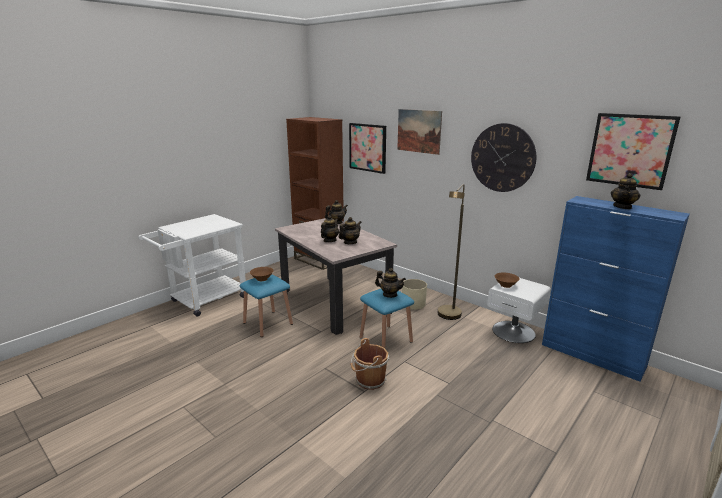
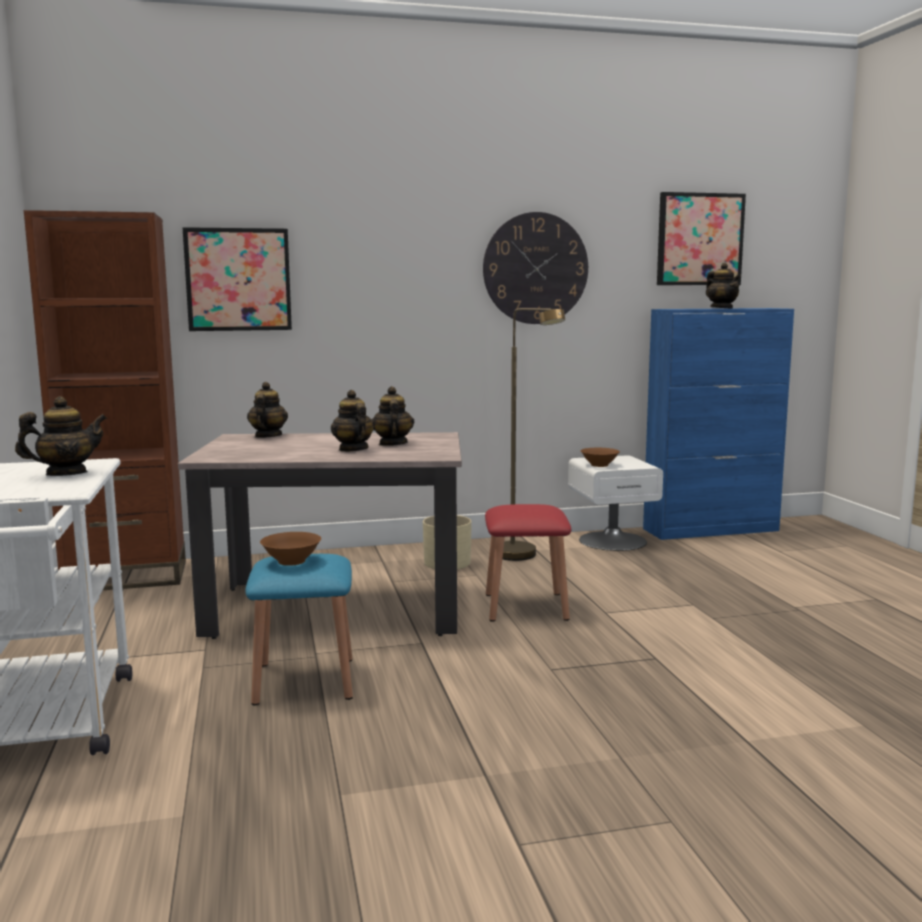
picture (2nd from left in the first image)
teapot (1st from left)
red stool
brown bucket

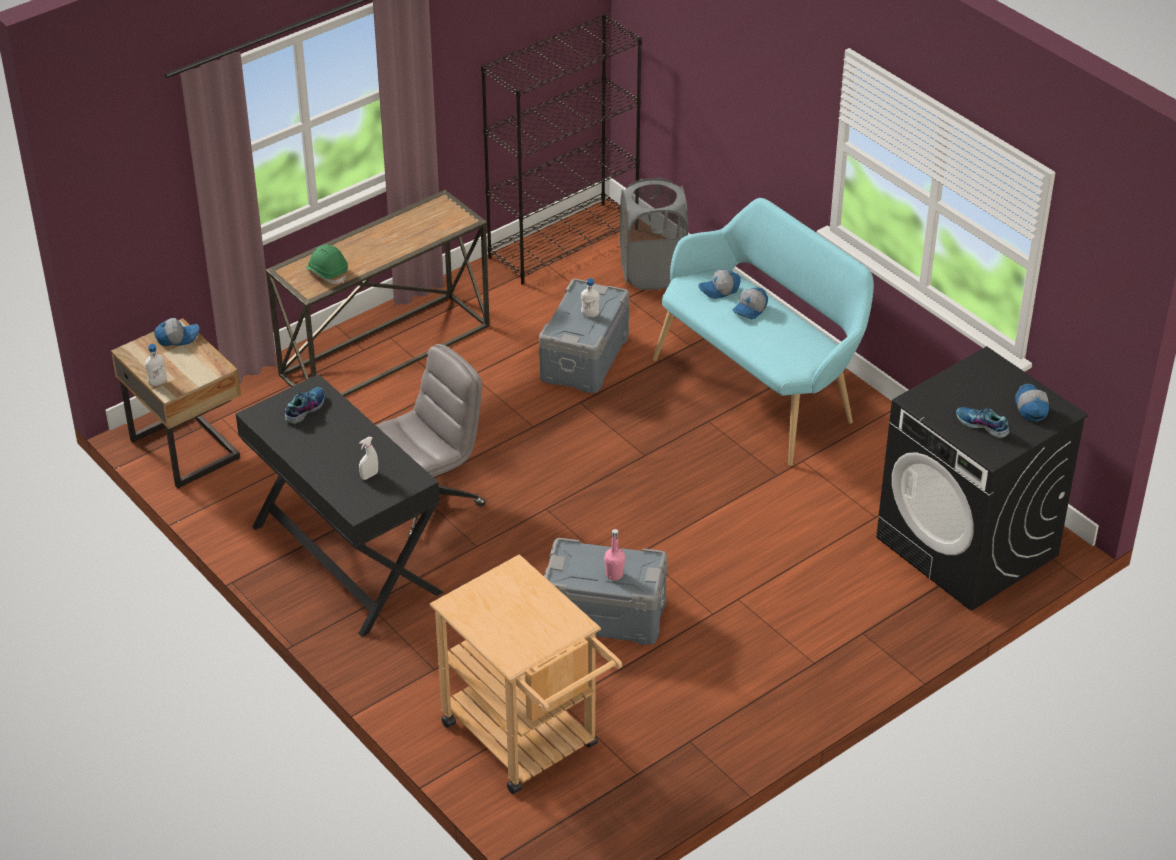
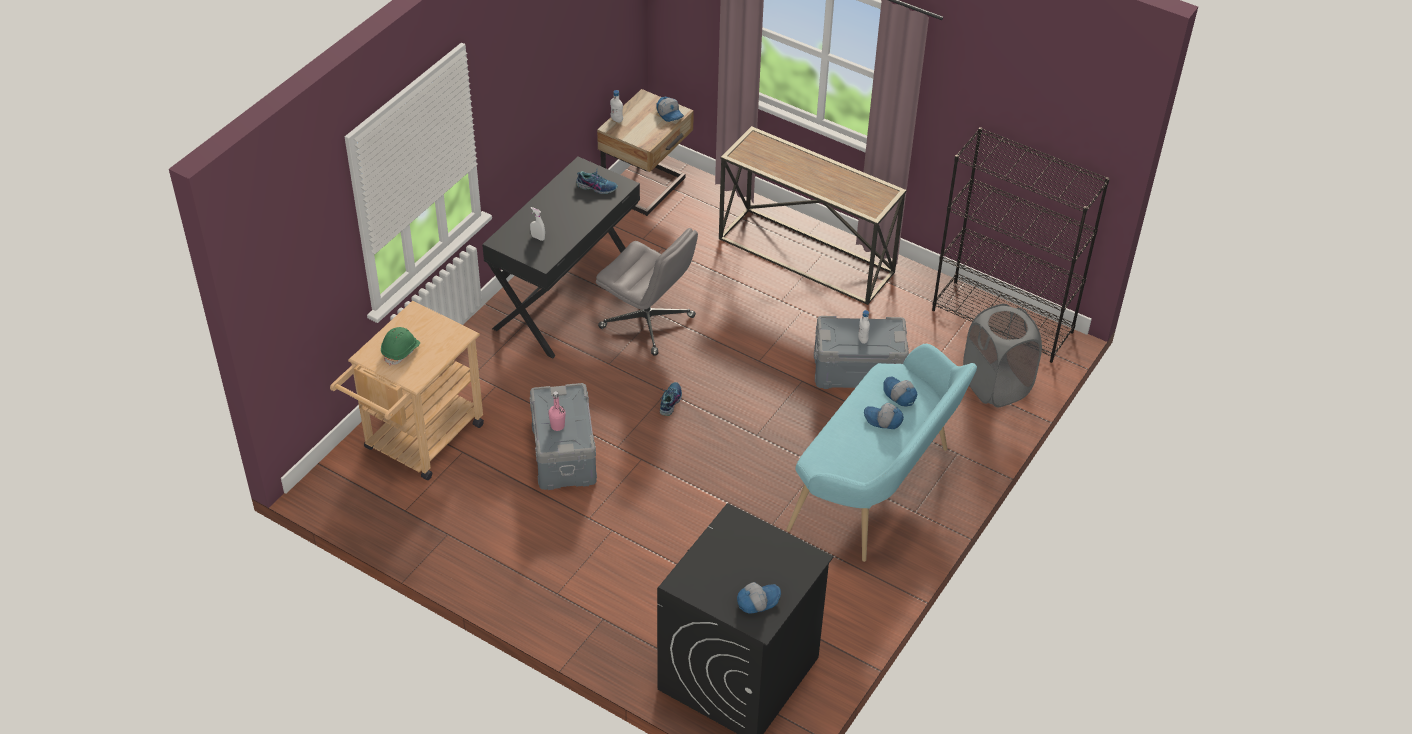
green hard hat
shoe (2nd from left)

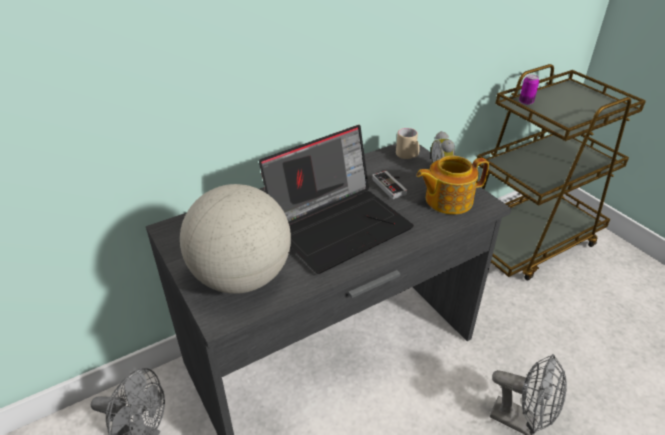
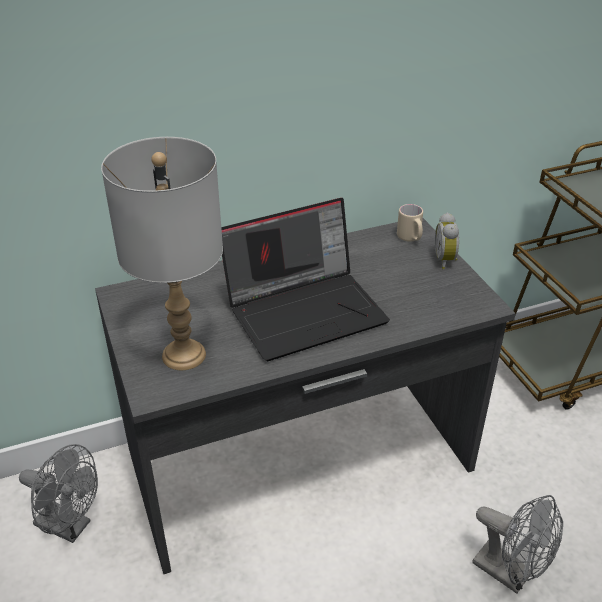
can
teapot
game controller
grey table lamp

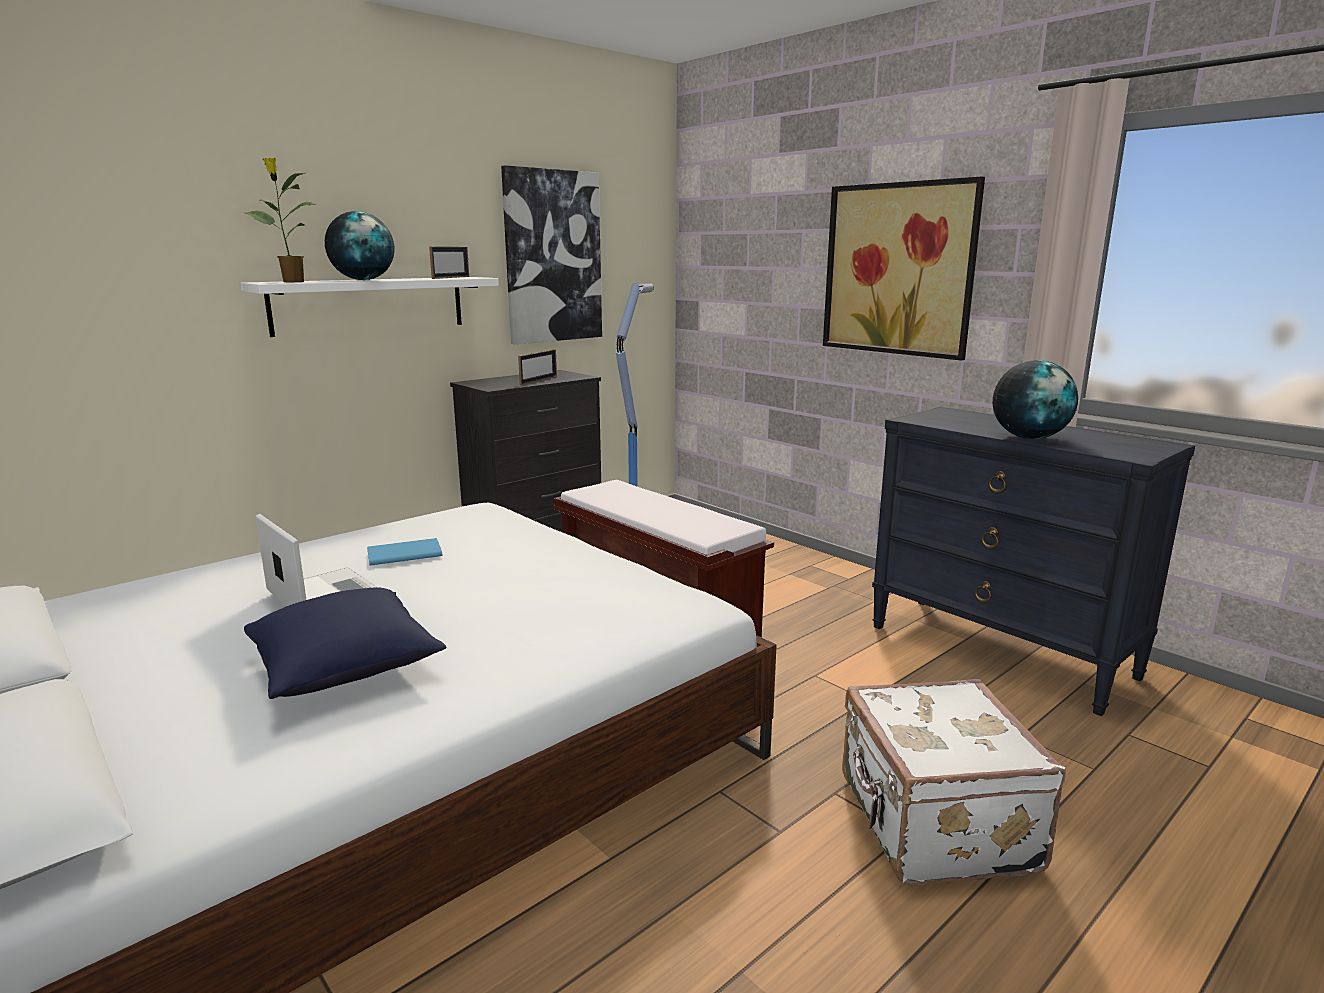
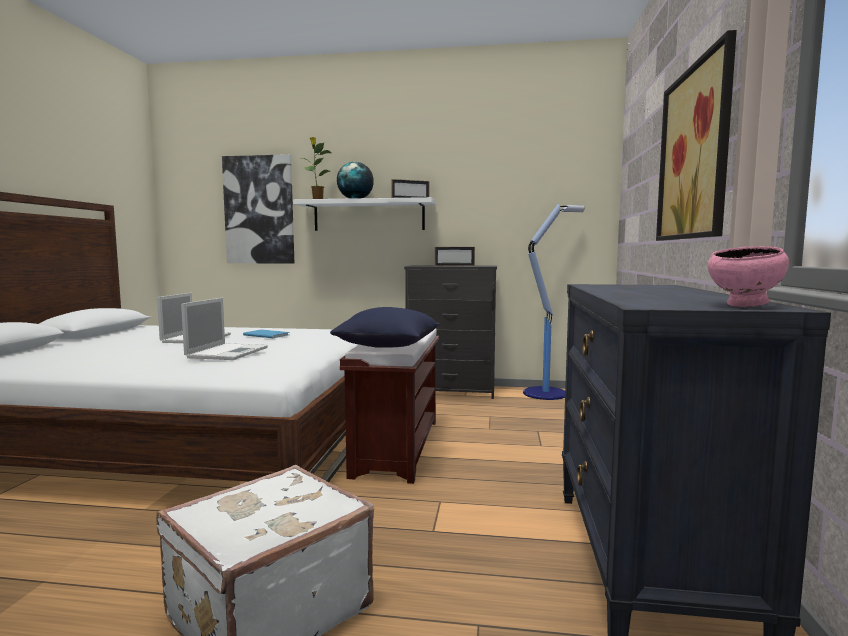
picture (1st from left)
globe (2nd from left in the first image)
blue pillow
pink bowl
laptop (2nd from left)

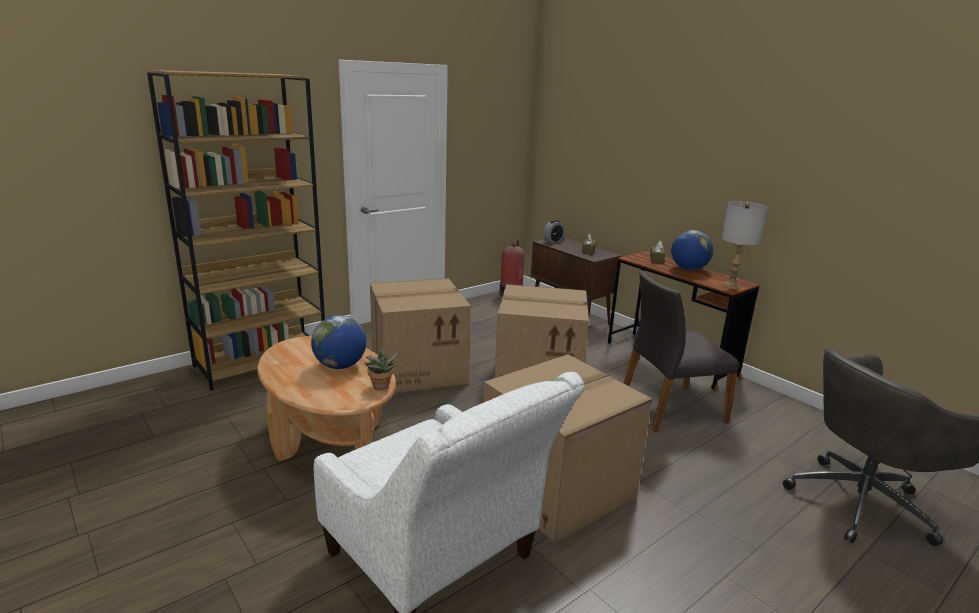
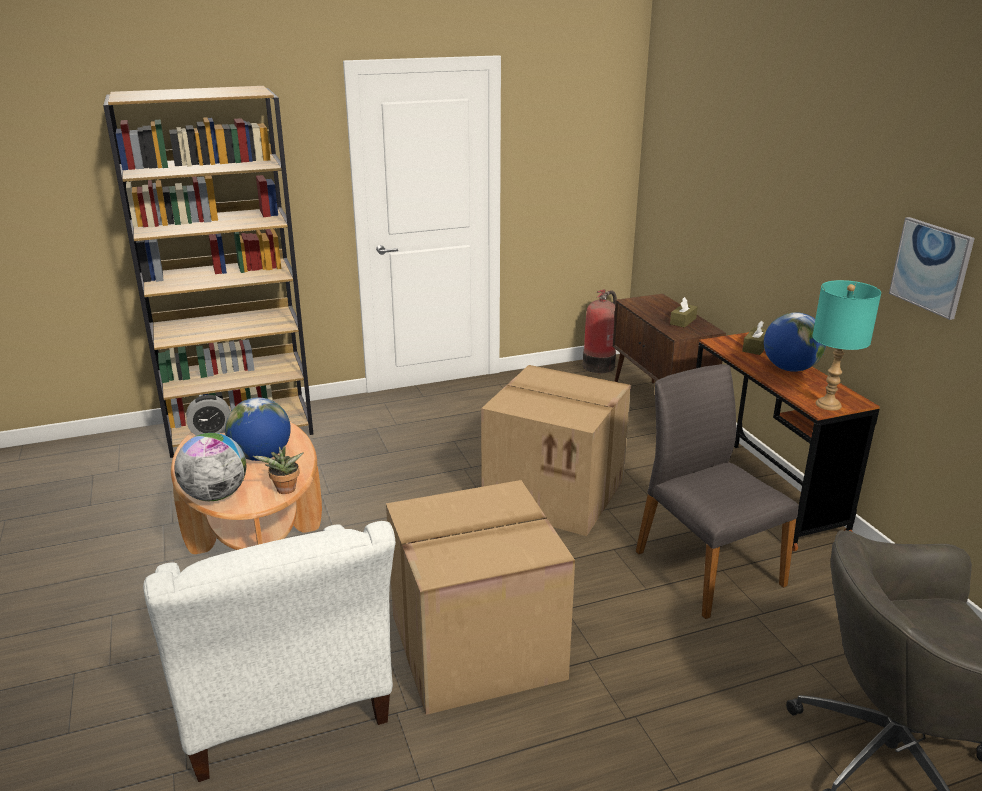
turquoise table lamp
alarm clock
grey chair
cardboard box (1st from left in the first image)
picture
globe (1st from left)

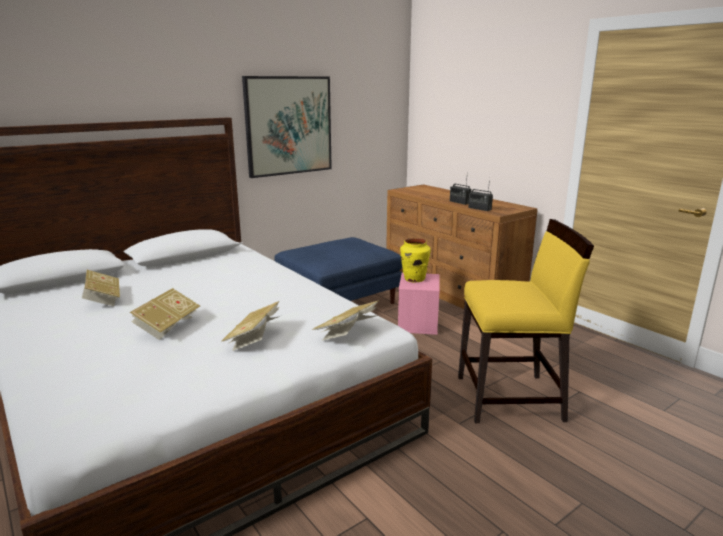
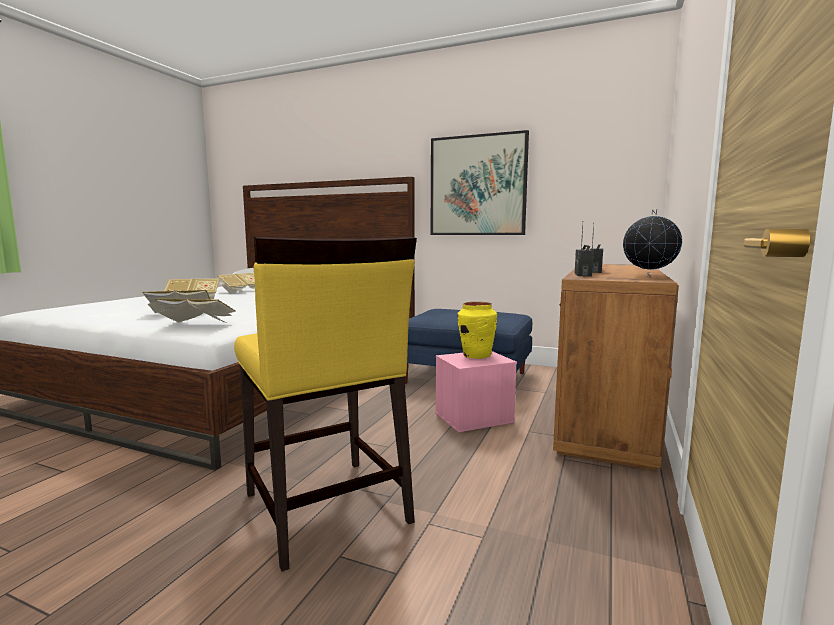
globe

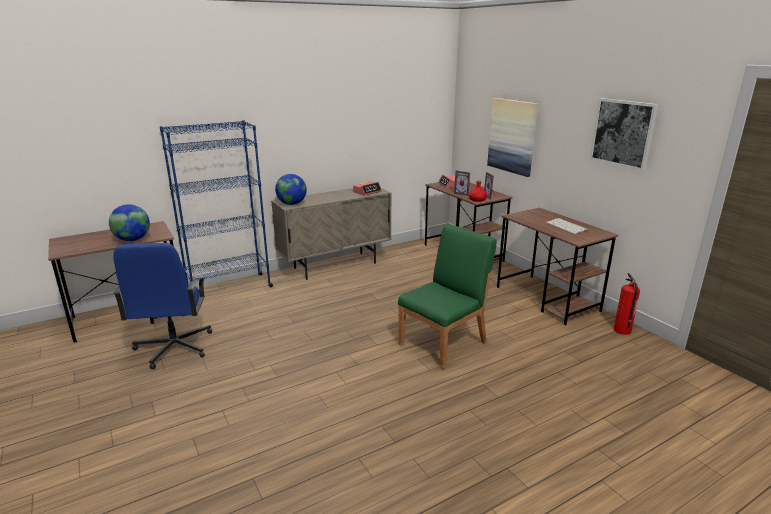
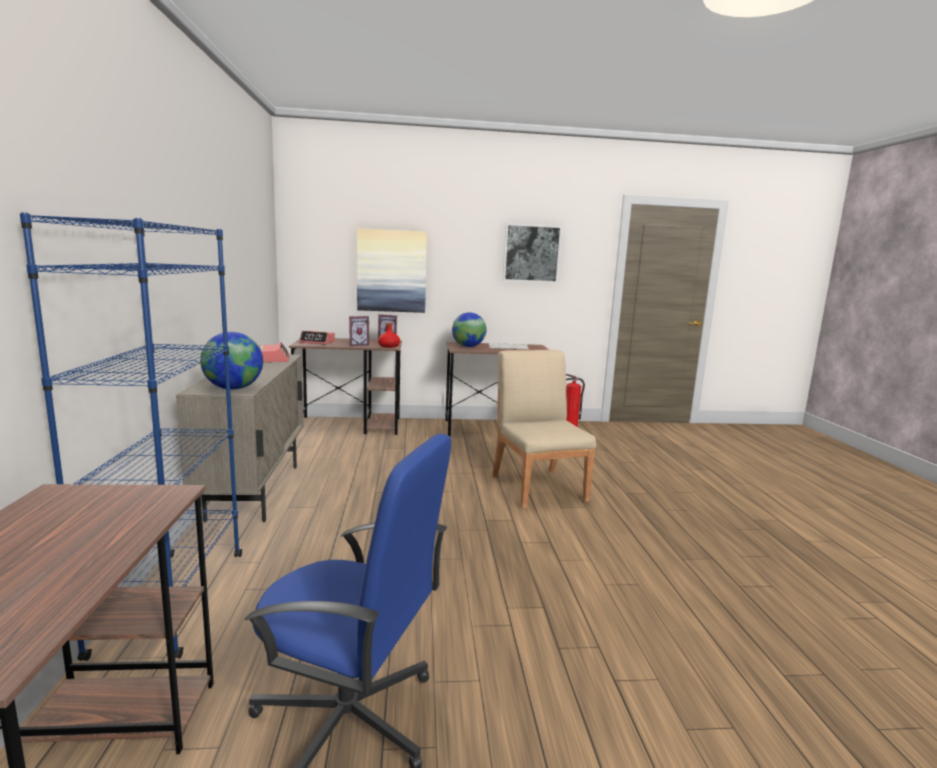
globe (2nd from left)
beige chair

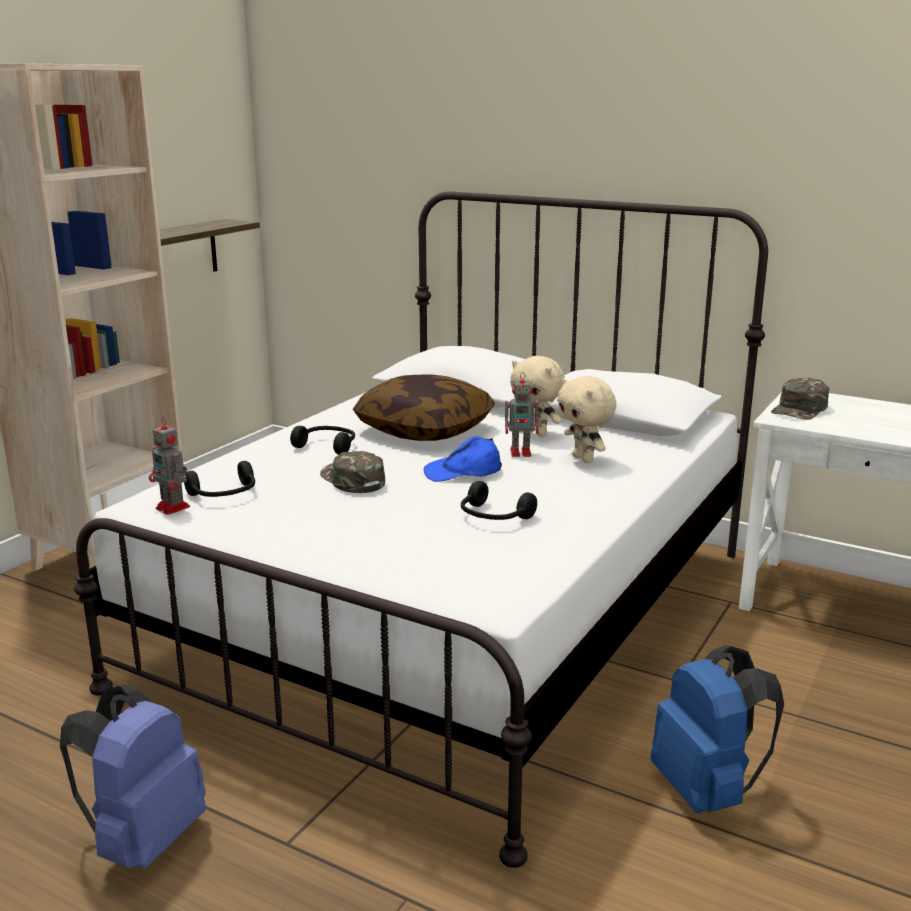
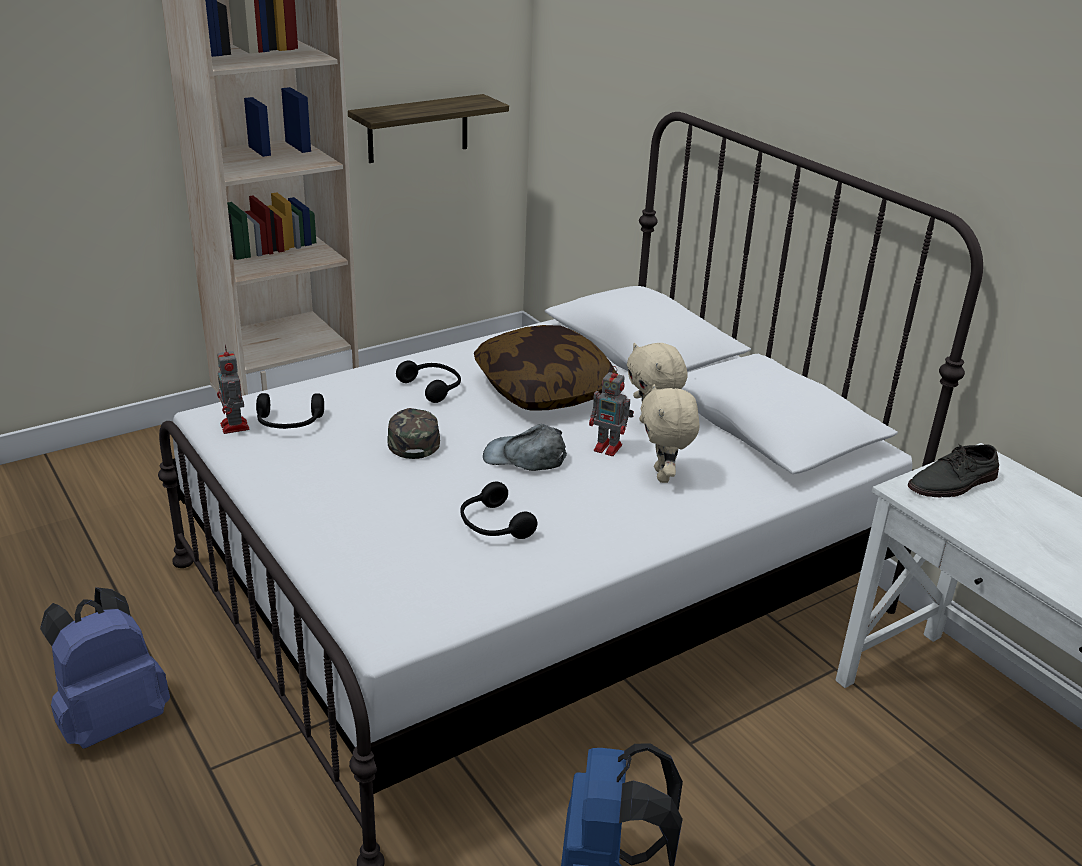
grey shoe
grey cap

